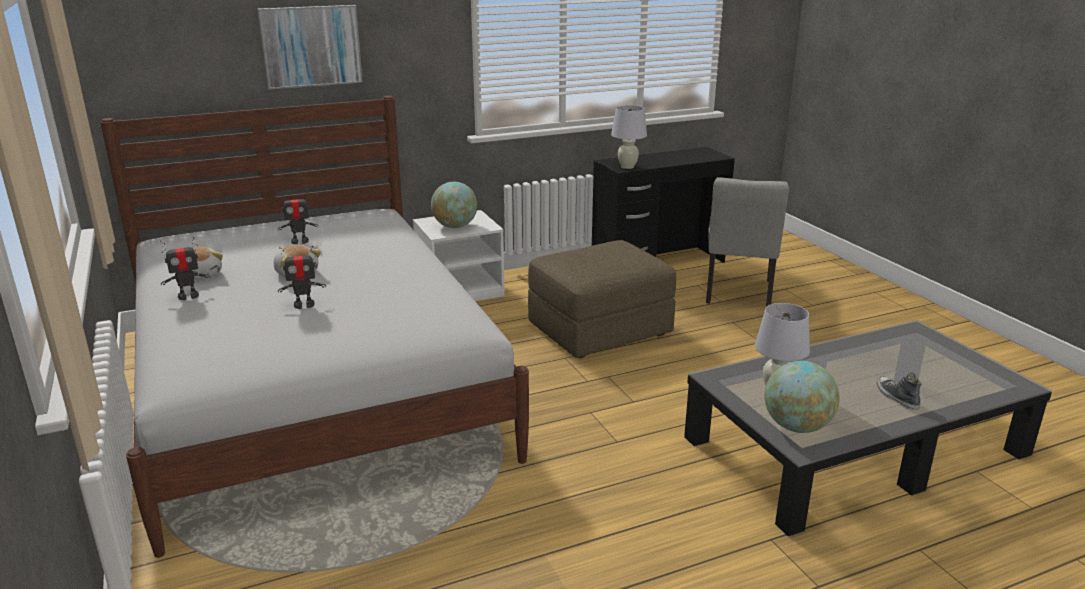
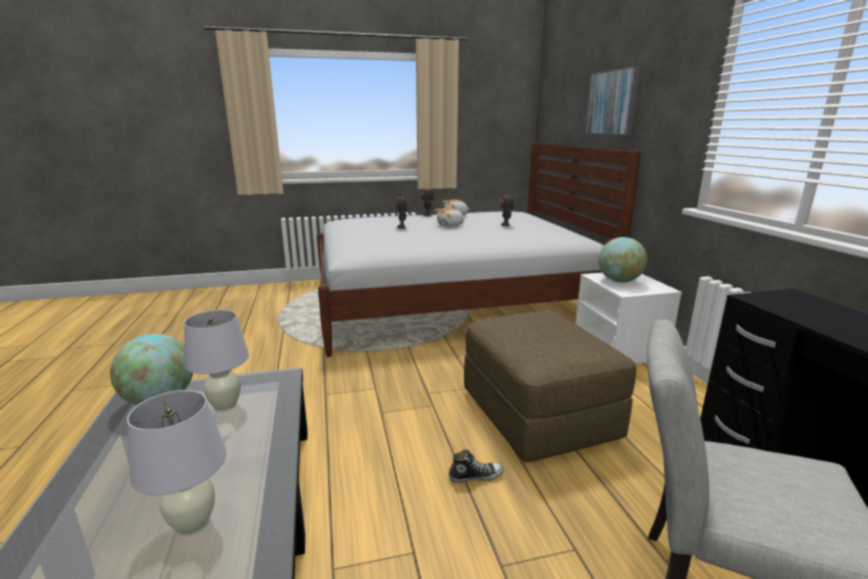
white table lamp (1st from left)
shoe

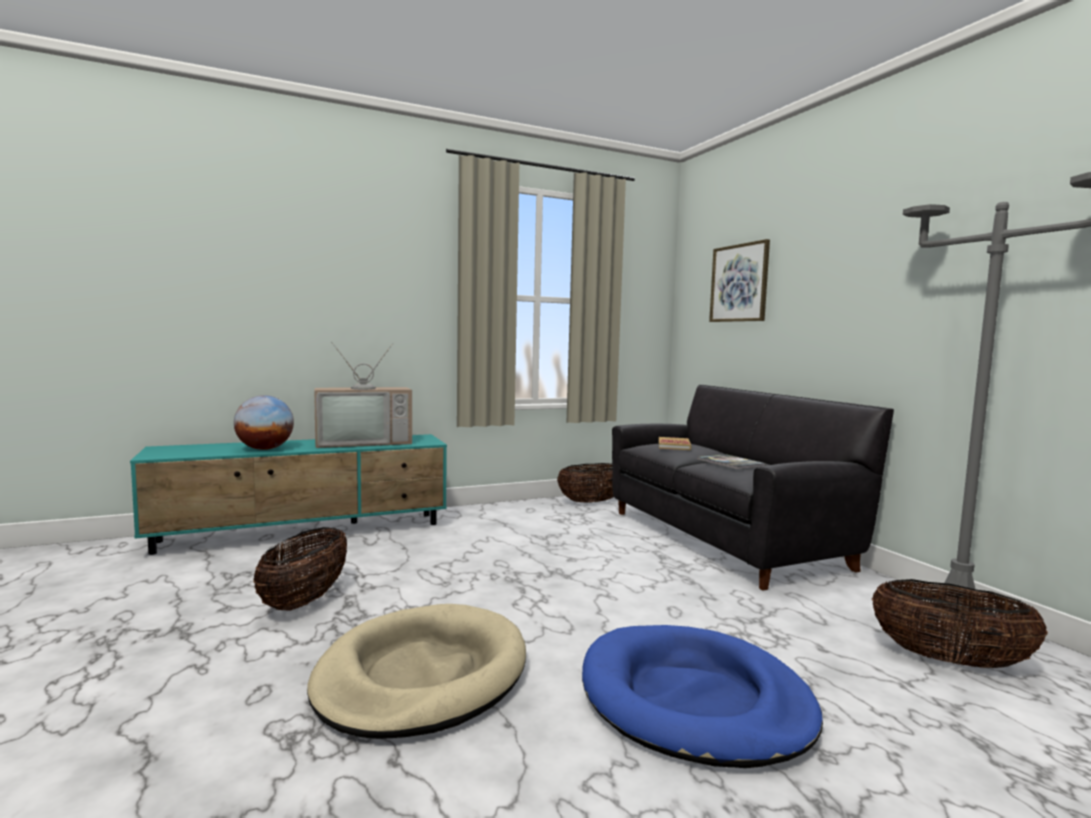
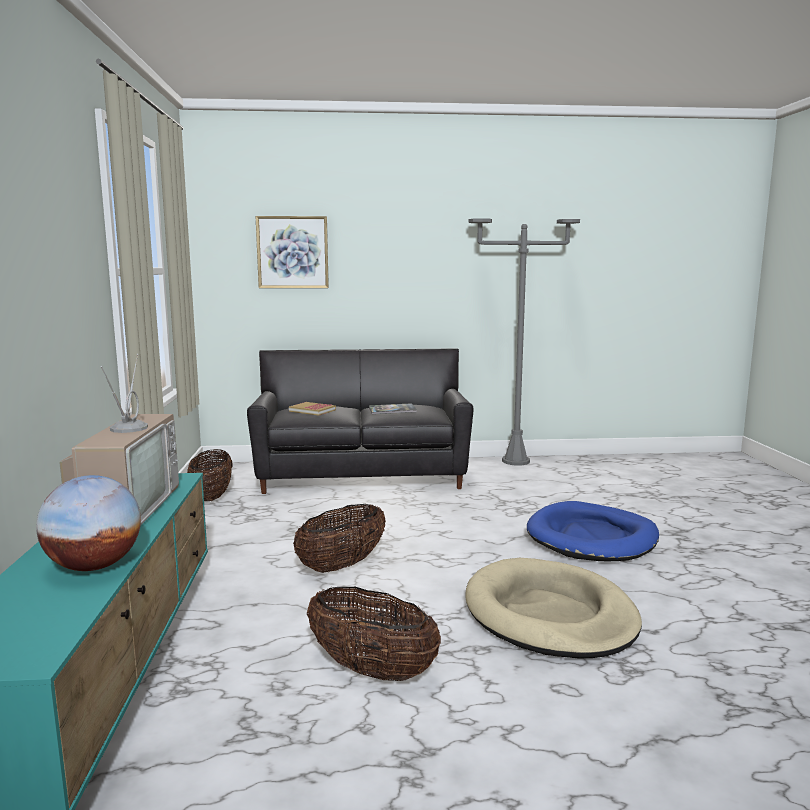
basket (2nd from left)

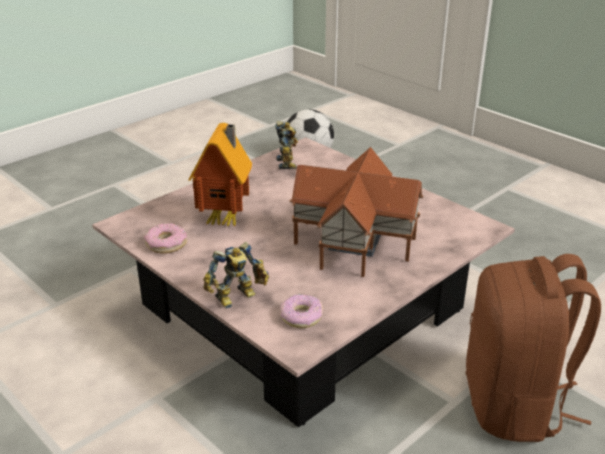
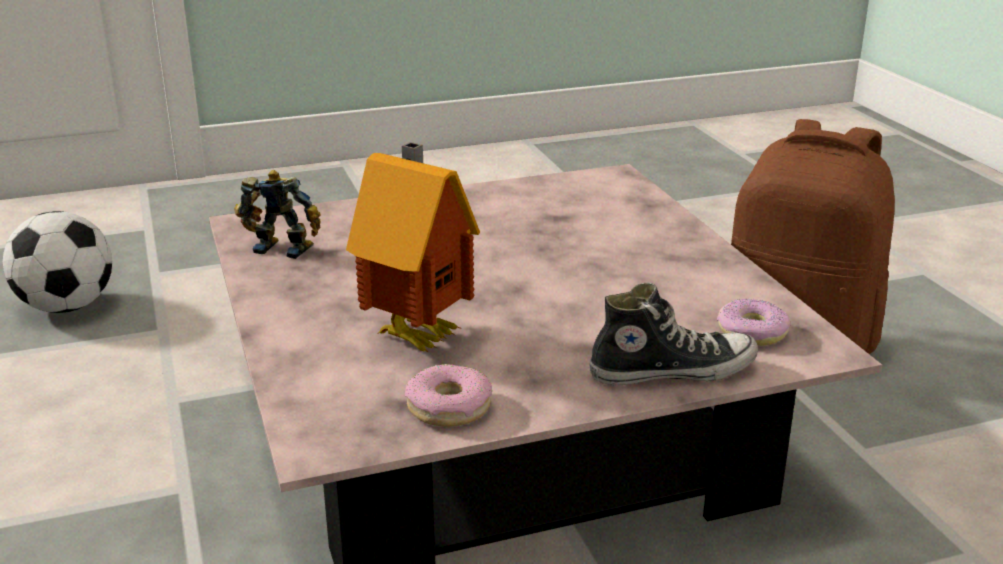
toy house (2nd from left in the first image)
shoe

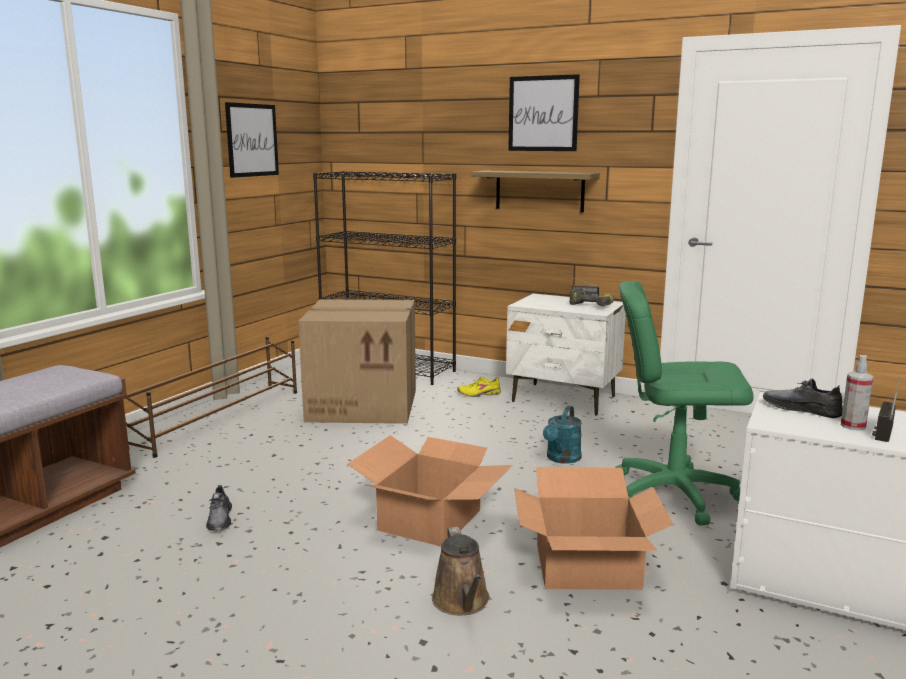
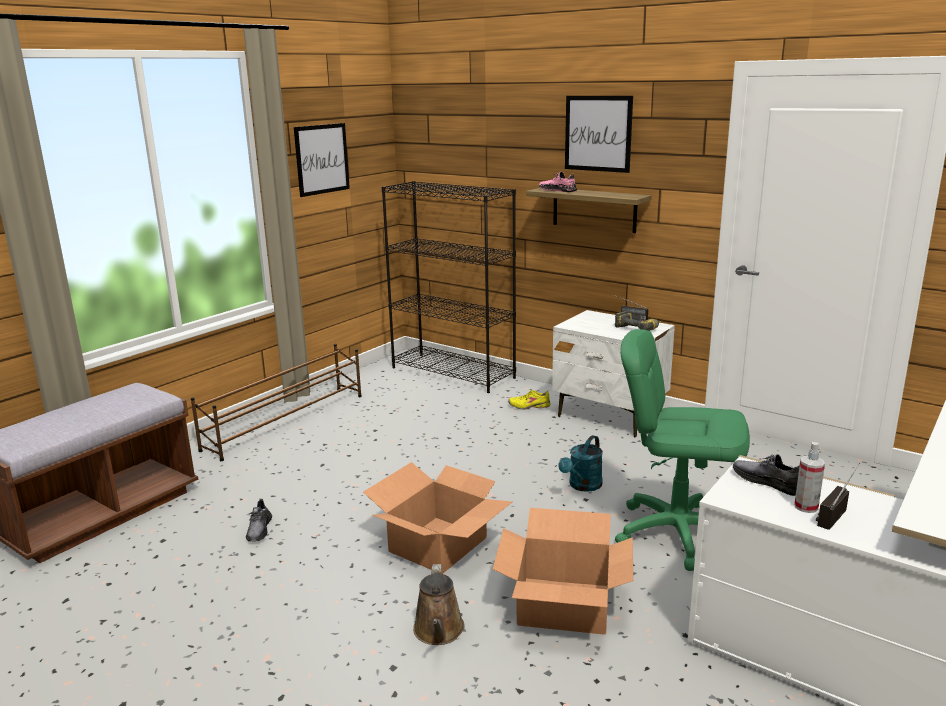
cardboard box (1st from left in the first image)
pink shoe

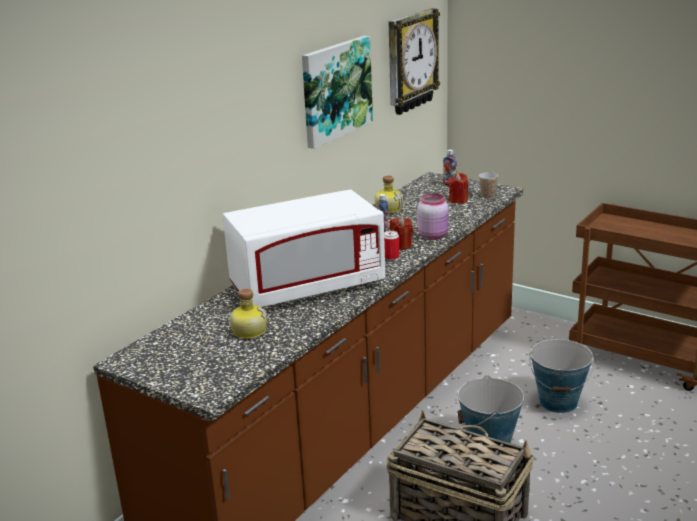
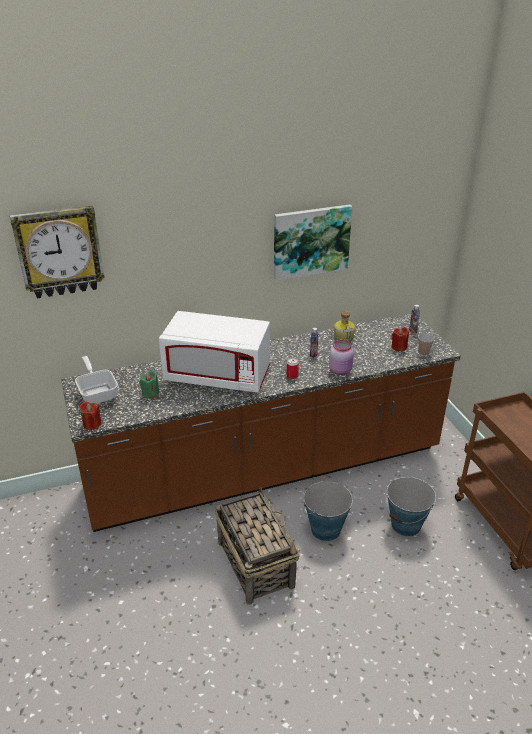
wall clock
red candle (1st from left)
green candle
frying pan

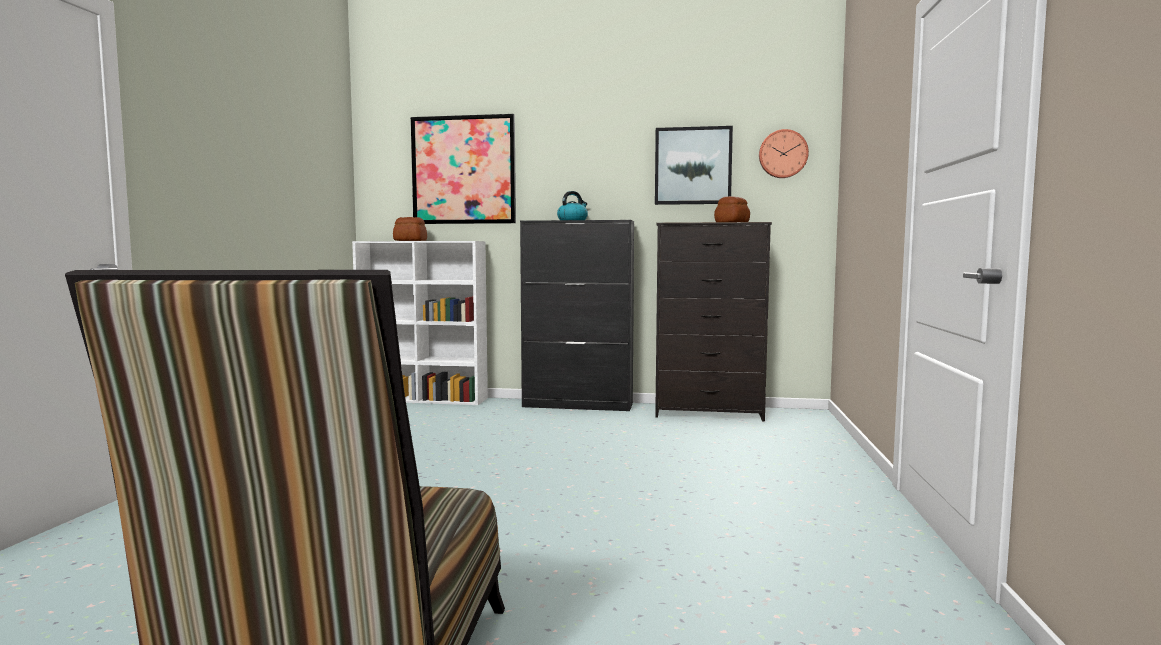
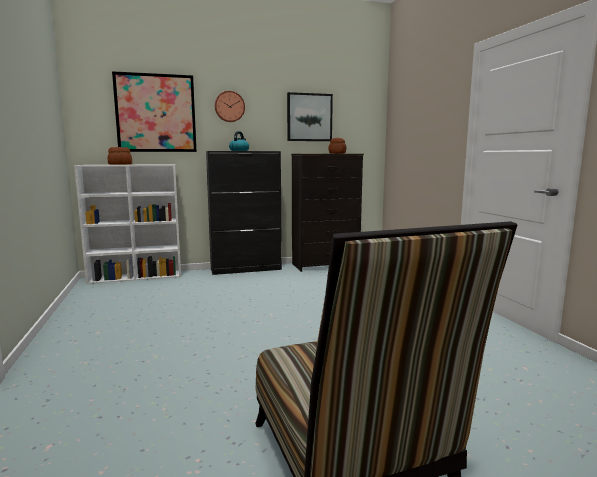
wall clock

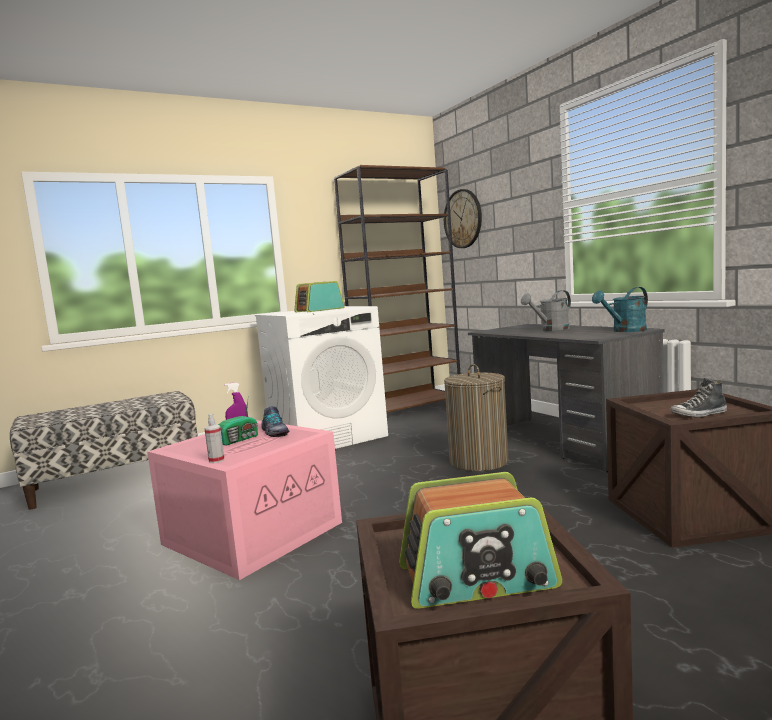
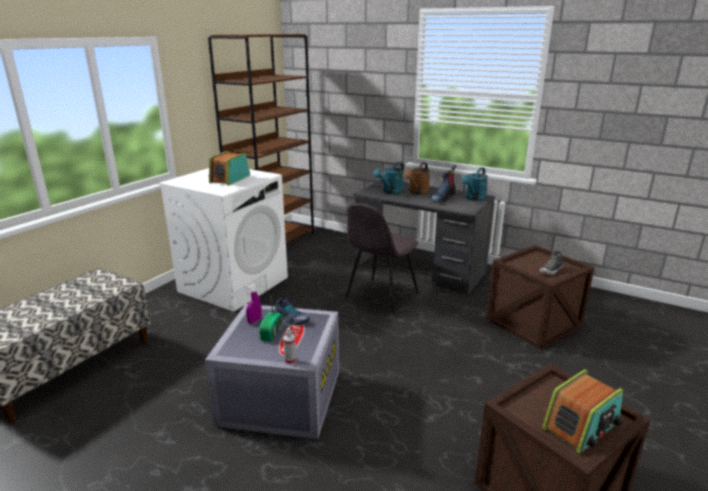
wall clock
brown watering can
grey chair
grey storage box
turquoise watering can (1st from left)
boot

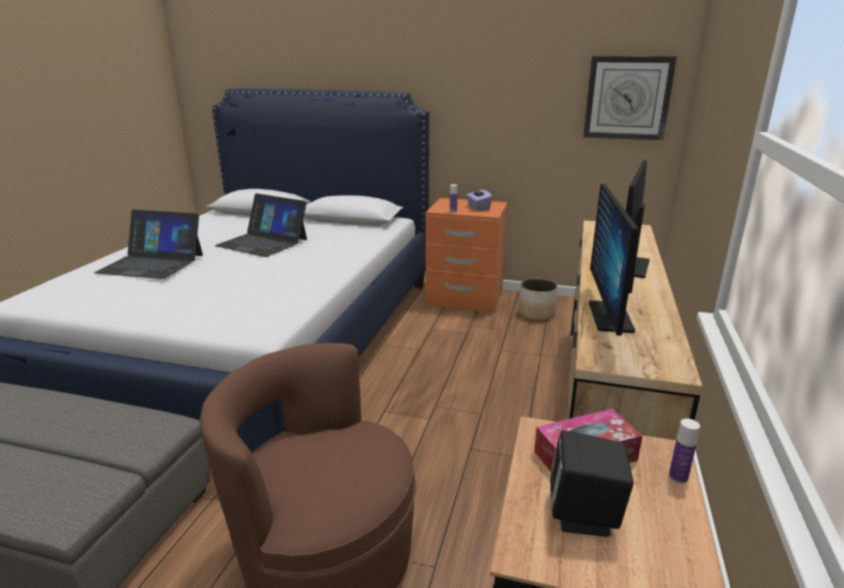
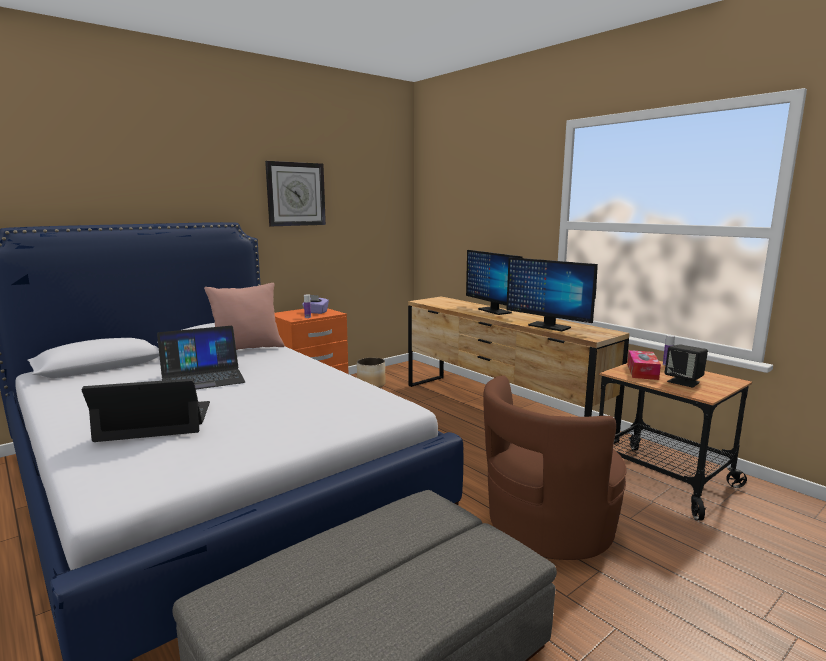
wall clock
laptop (1st from left)
pink pillow

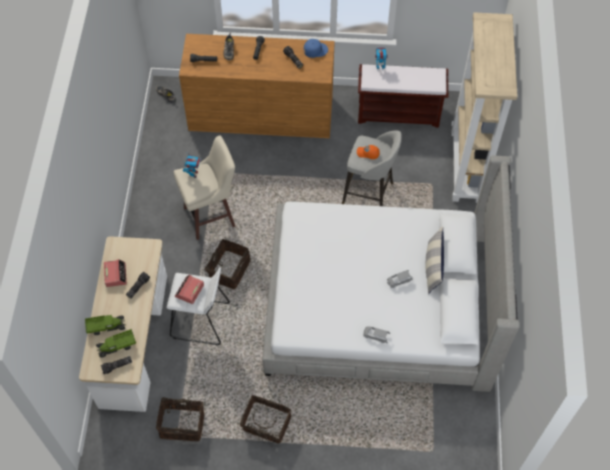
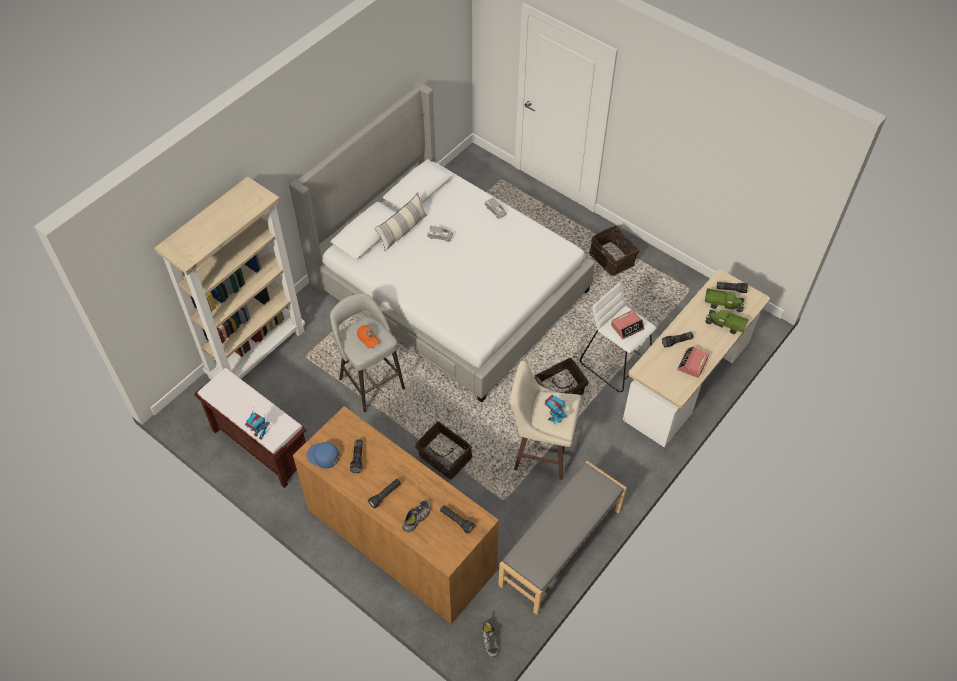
basket (1st from left)
grey bench

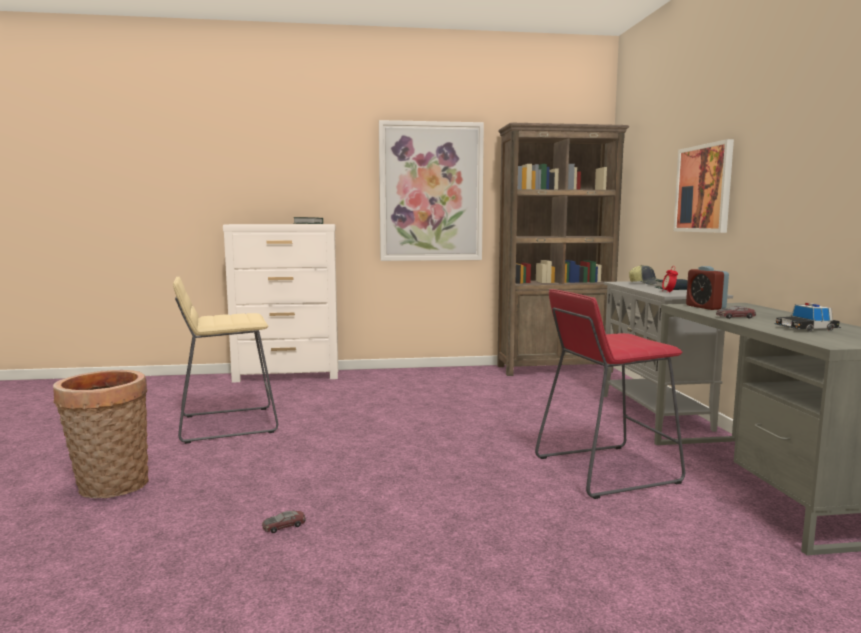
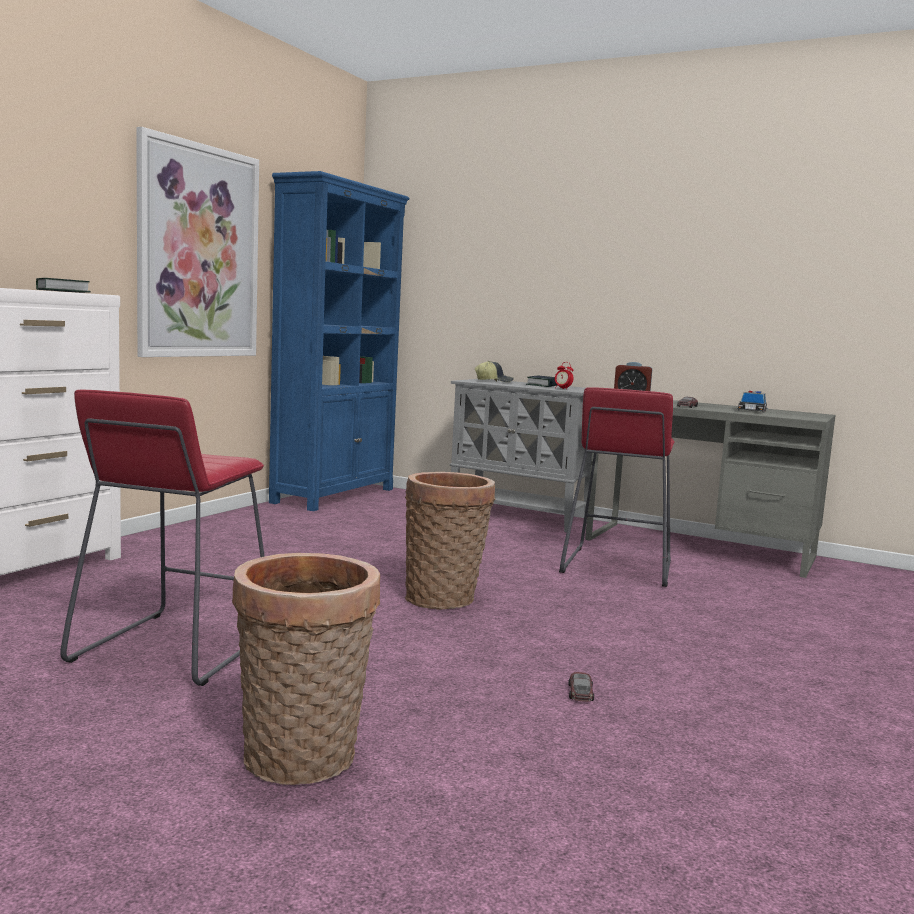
blue bookcase
picture (2nd from left in the first image)
red stool (1st from left)
basket (2nd from left)

